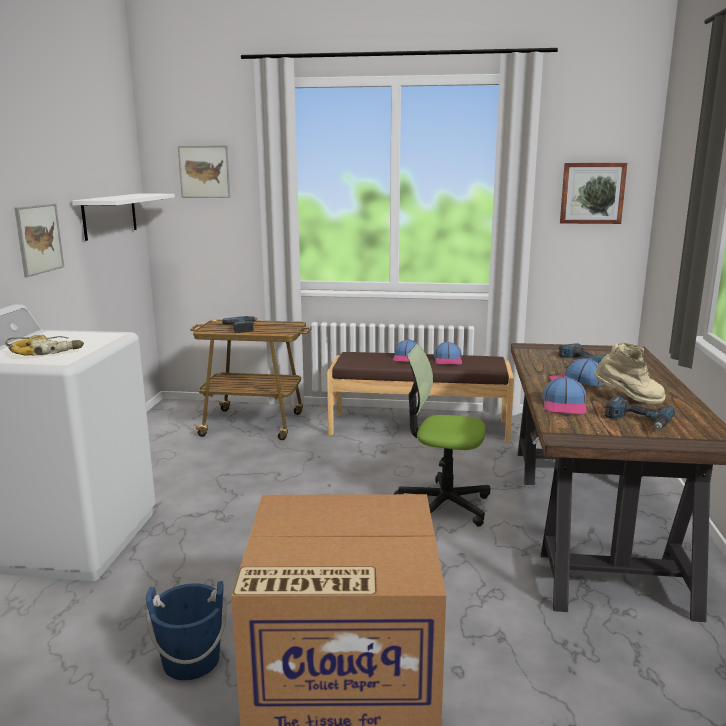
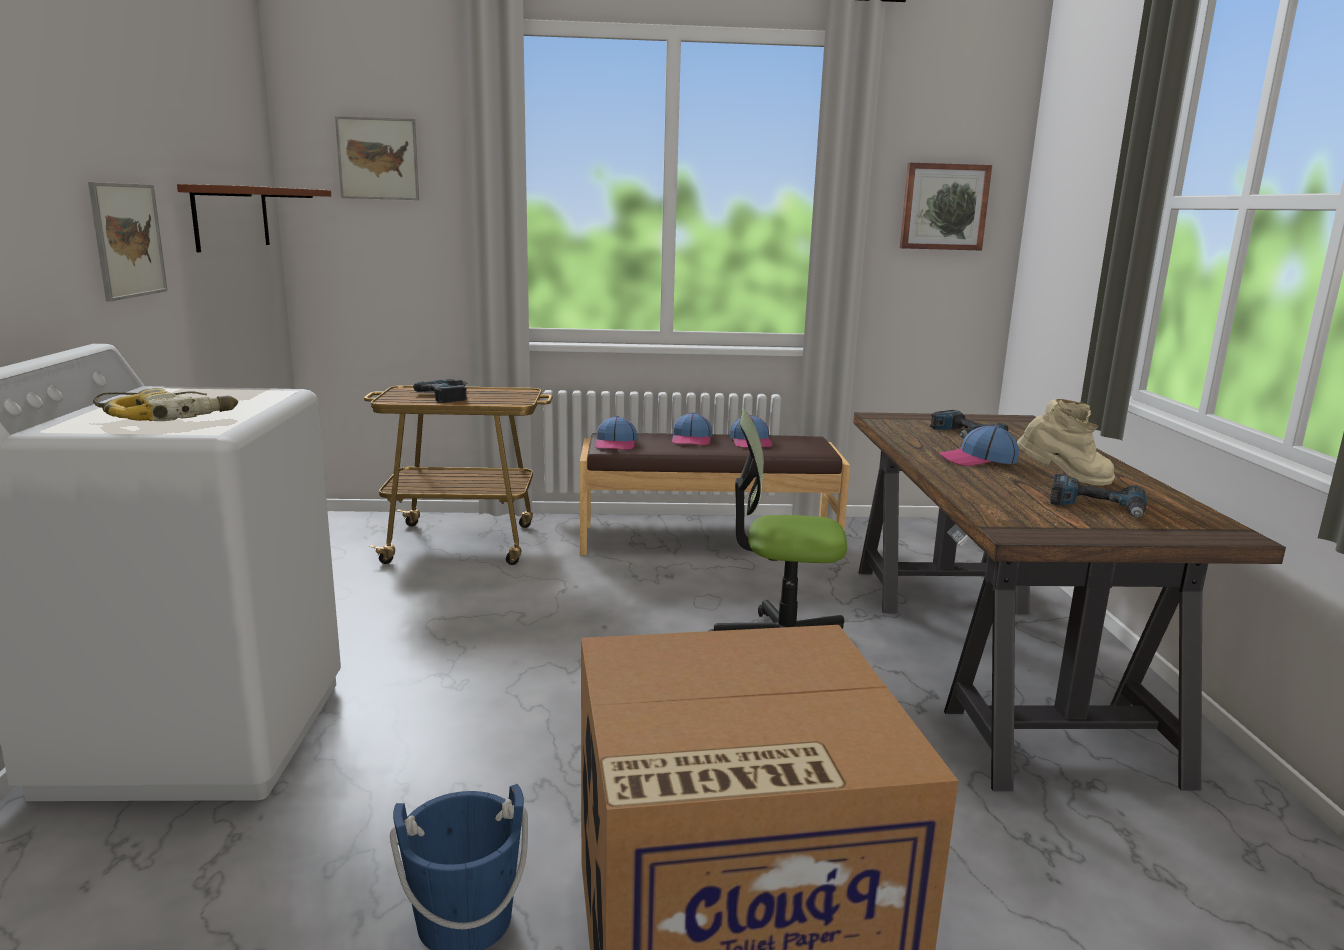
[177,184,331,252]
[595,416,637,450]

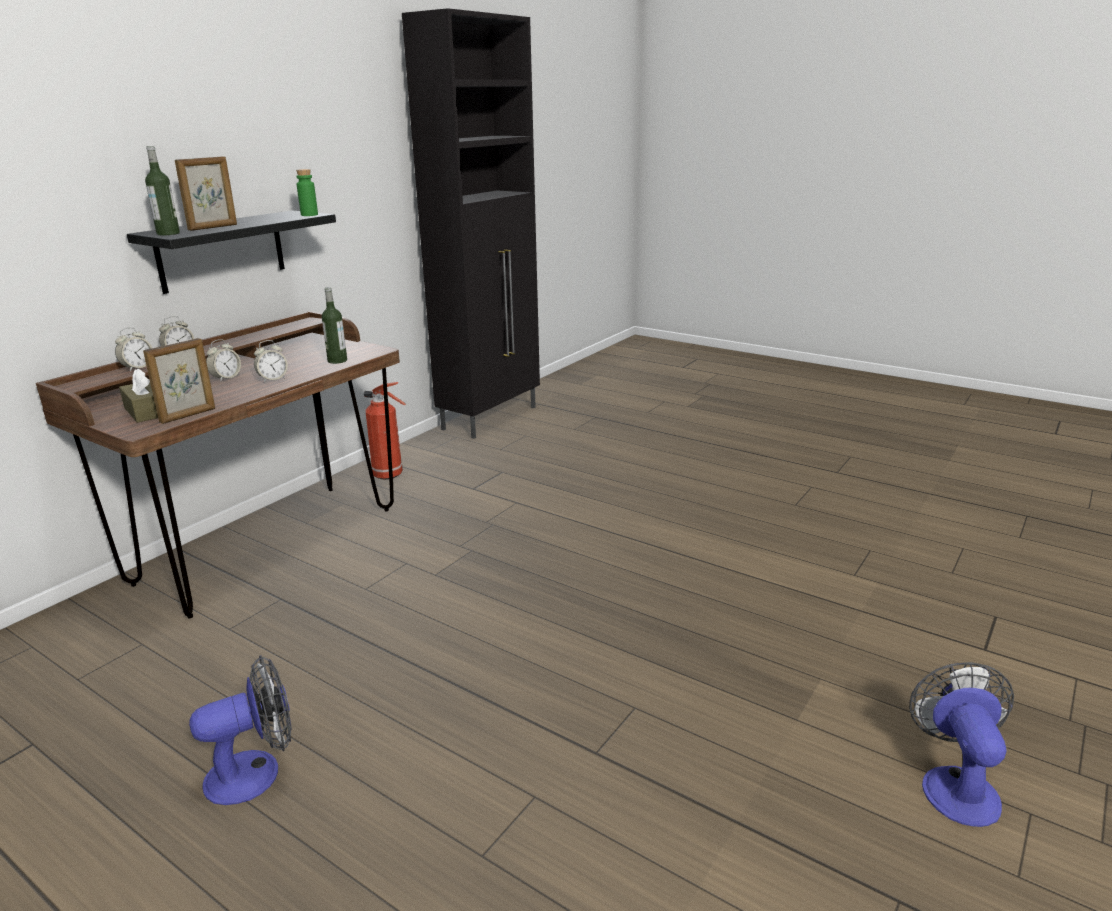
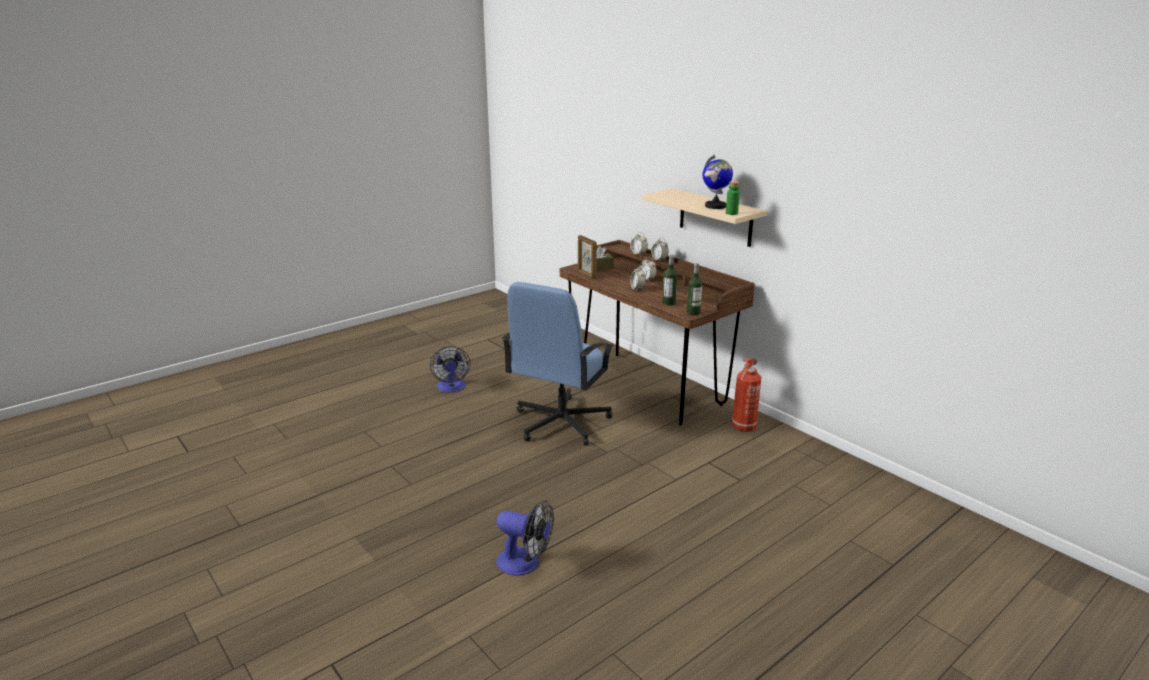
[642,188,767,247]
[687,263,702,315]
[175,156,237,231] (first image)
[402,8,540,439] (first image)
[496,500,554,576]
[502,282,613,445]
[702,154,733,209]

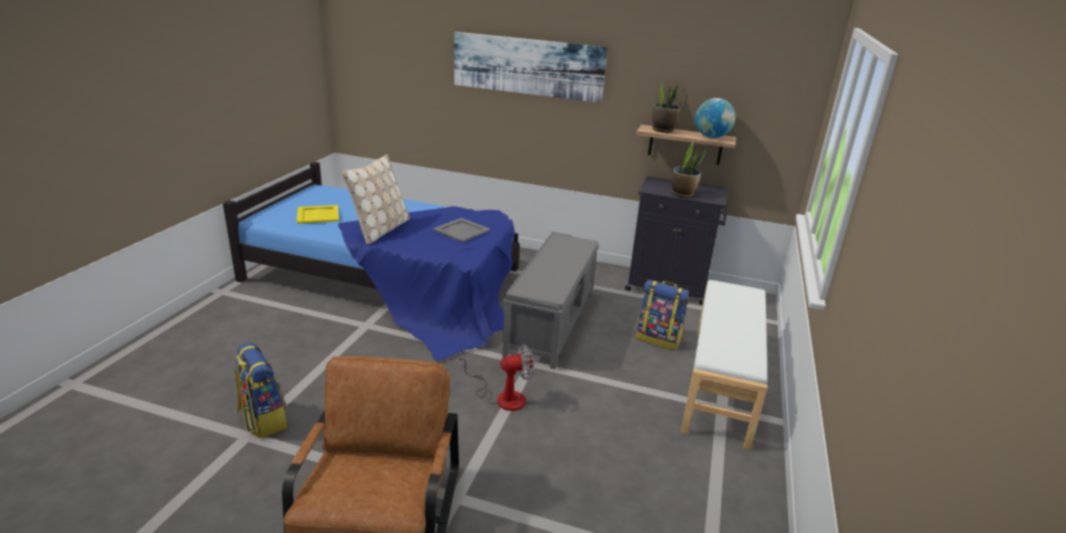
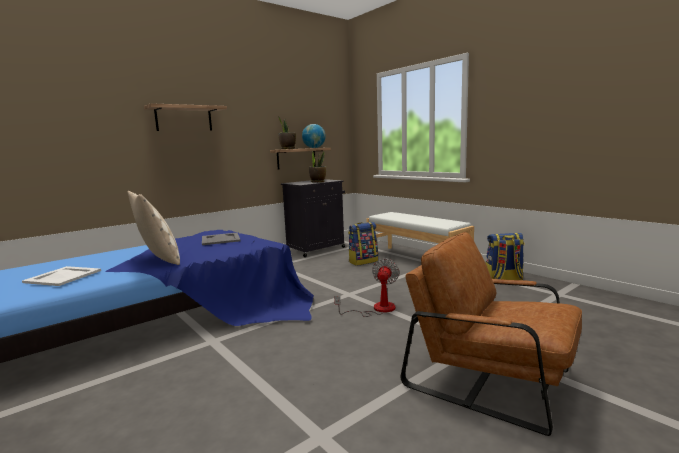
[485,233,524,280]
[22,266,101,286]
[144,103,227,131]
[502,232,599,369] (first image)

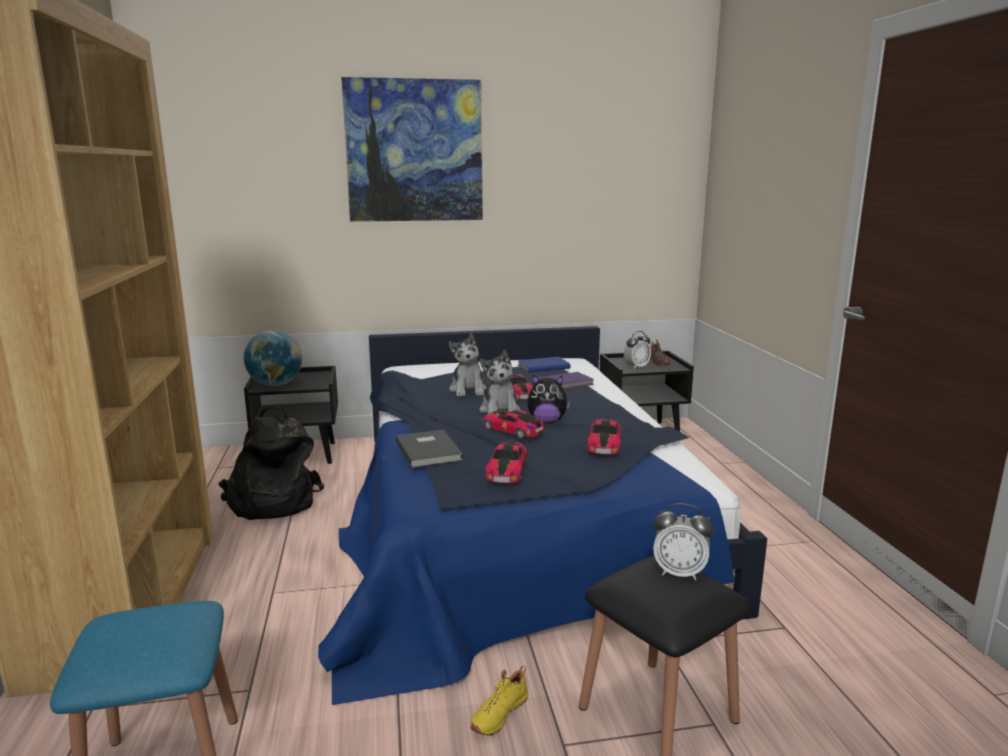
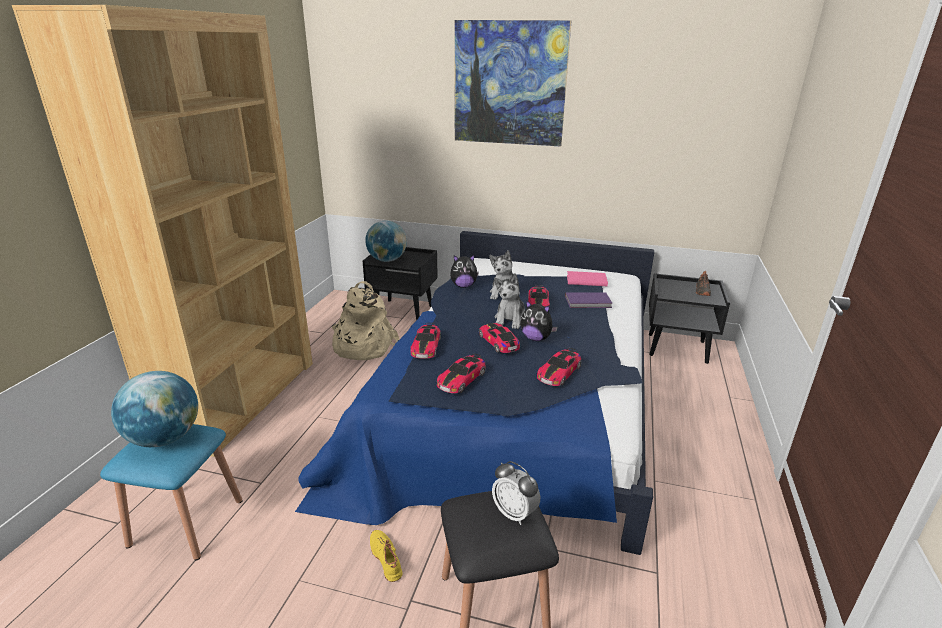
[332,281,400,360]
[410,323,441,359]
[370,530,403,582]
[567,271,608,286]
[624,331,651,370] (first image)
[111,371,198,447]
[450,255,479,288]

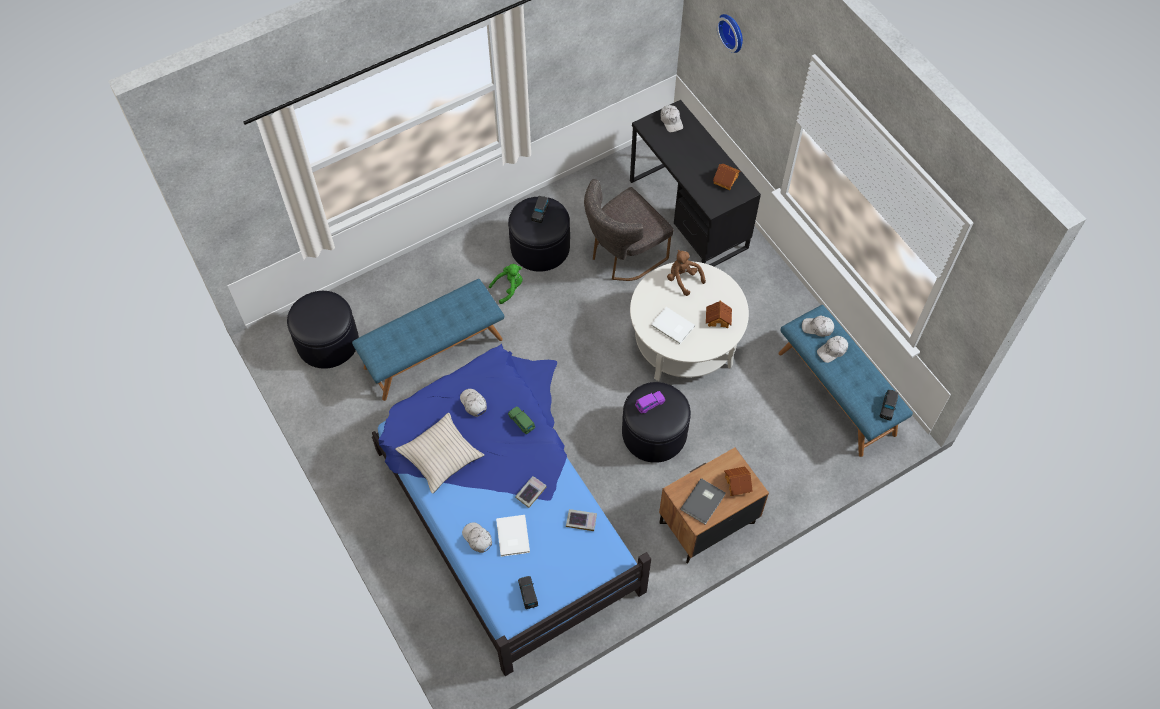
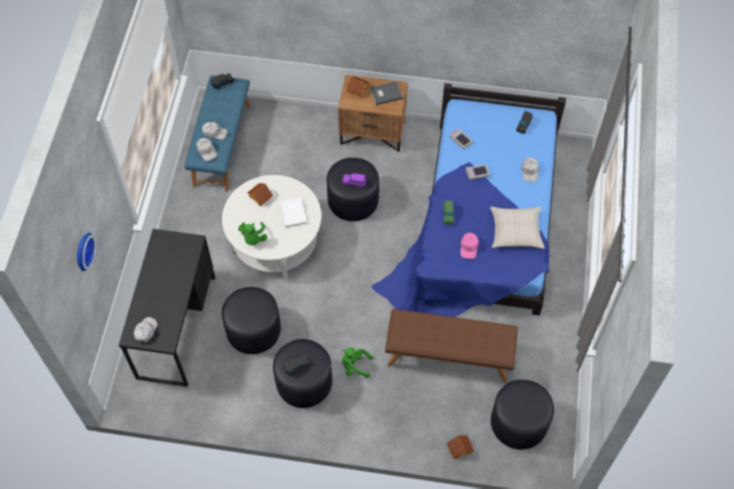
[385,309,518,383]
[460,233,479,259]
[496,515,530,557] (first image)
[222,287,281,354]
[238,222,267,245]
[447,435,474,459]

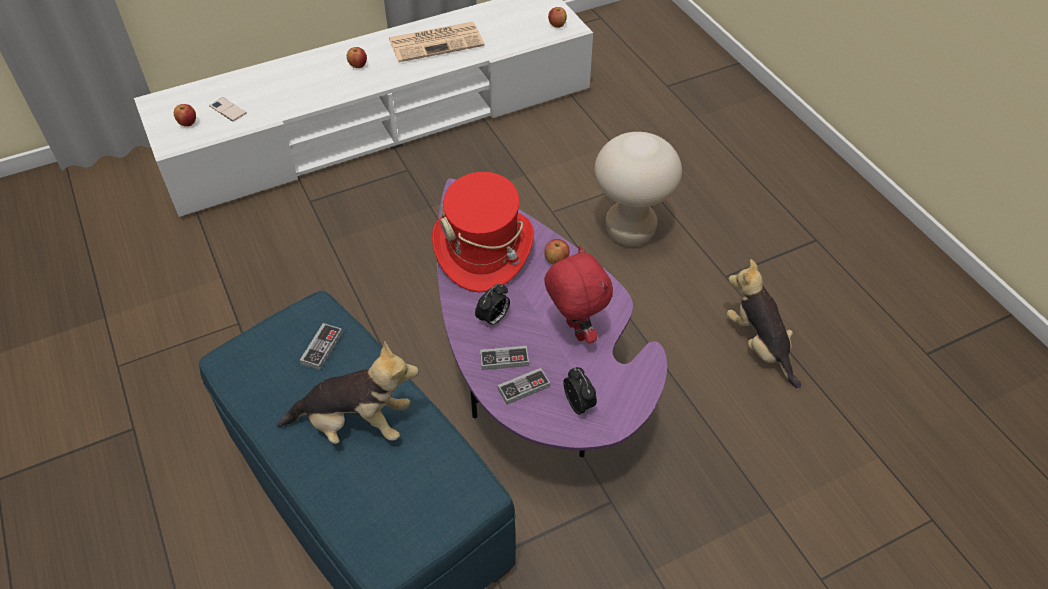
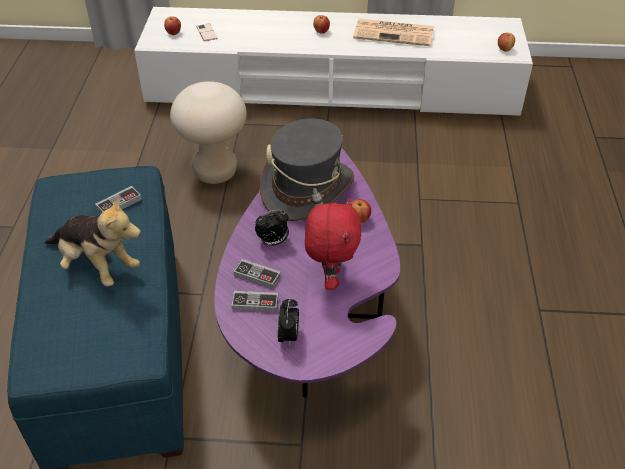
[259,119,354,221]
[170,81,247,184]
[727,259,801,388] (first image)

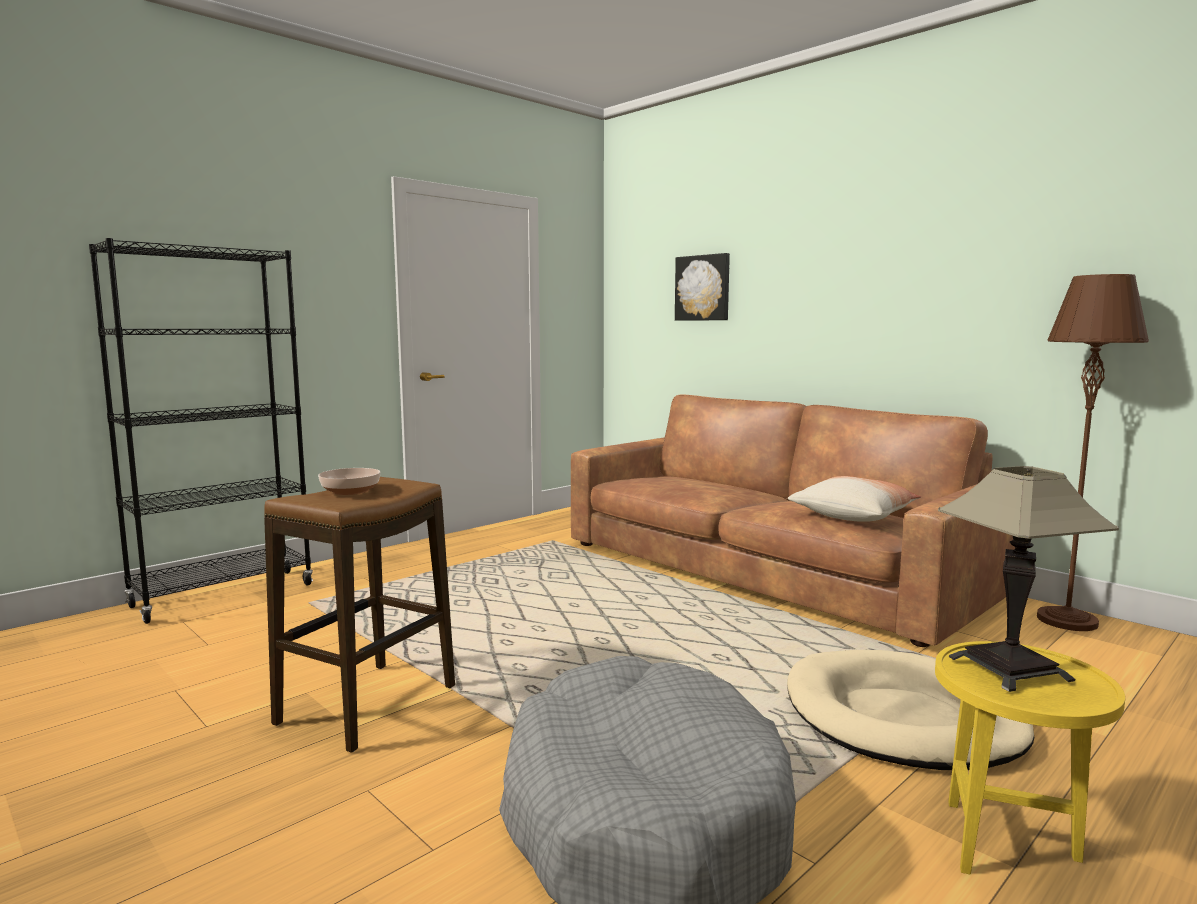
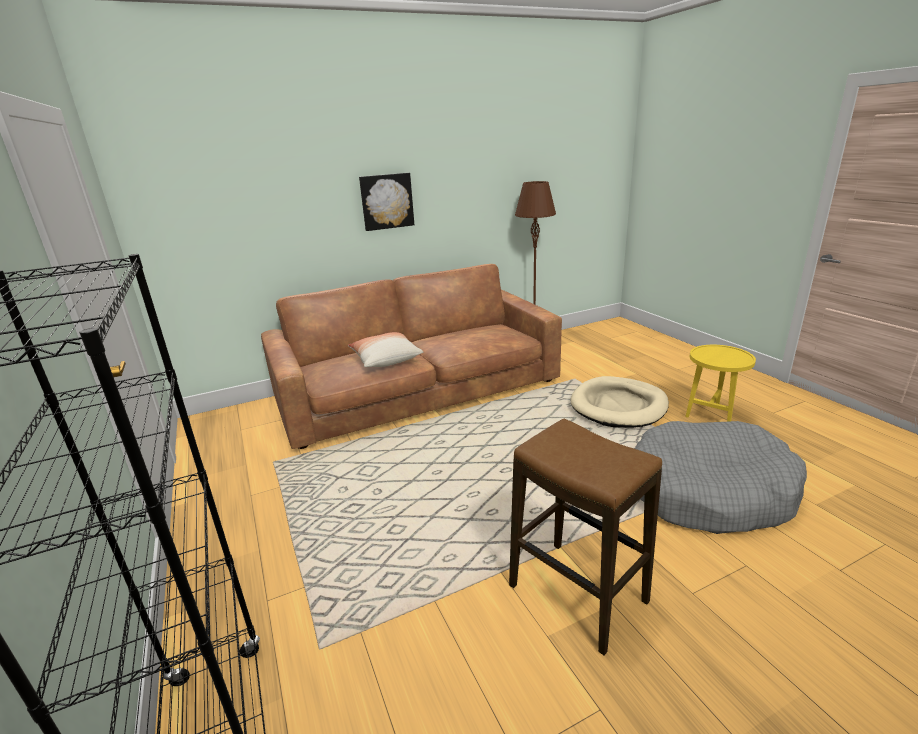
[318,468,380,495] (first image)
[359,173,414,231]
[348,332,423,367]
[938,466,1119,692] (first image)

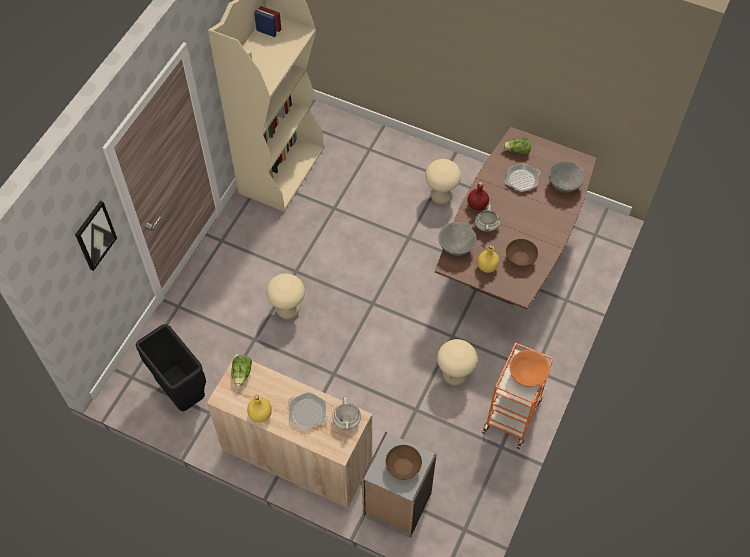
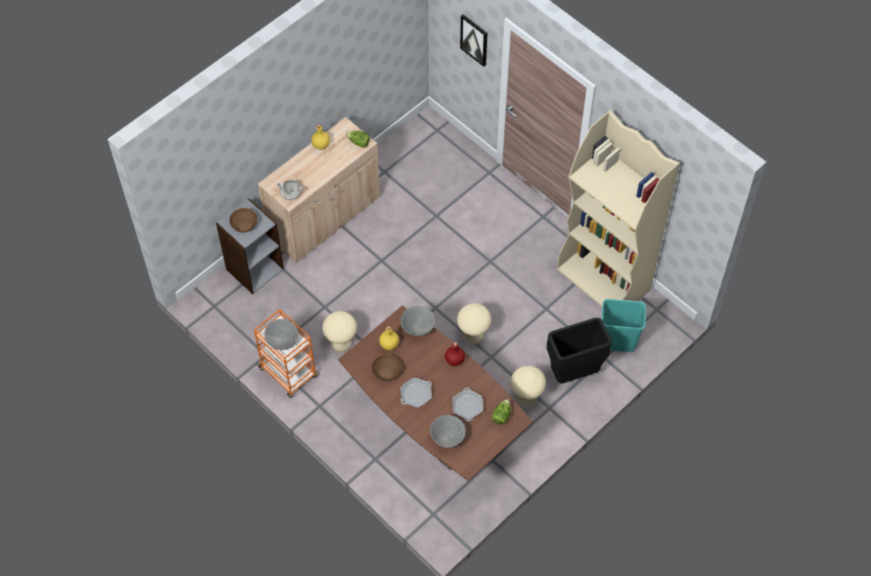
[547,318,612,384]
[457,303,492,345]
[400,378,432,407]
[475,205,500,232] (first image)
[264,319,298,350]
[602,299,646,352]

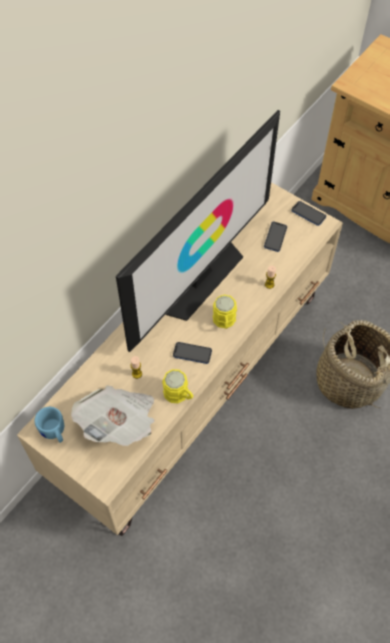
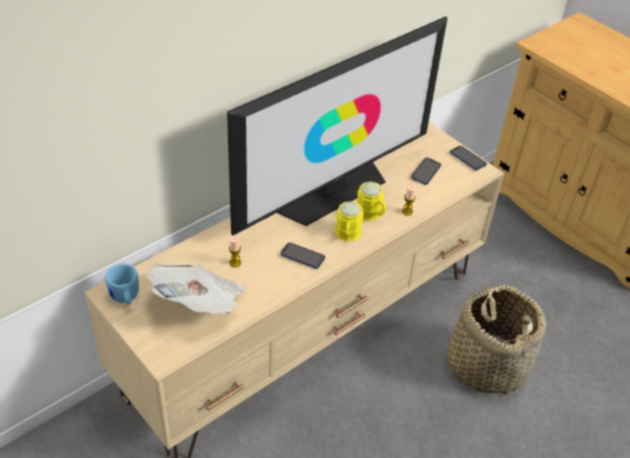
[357,181,387,221]

